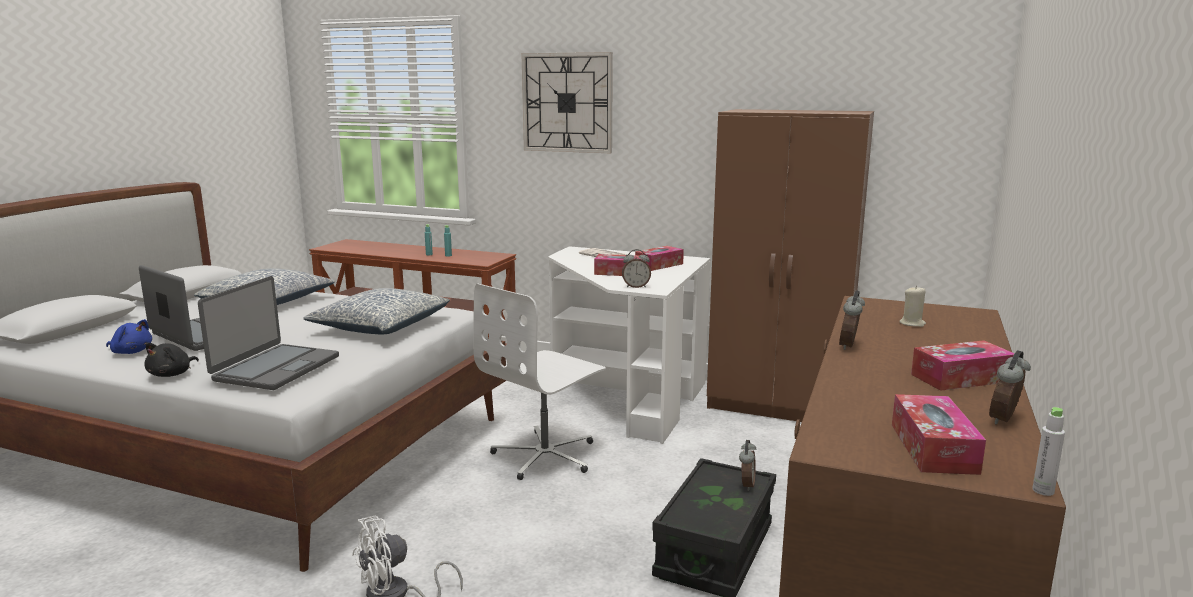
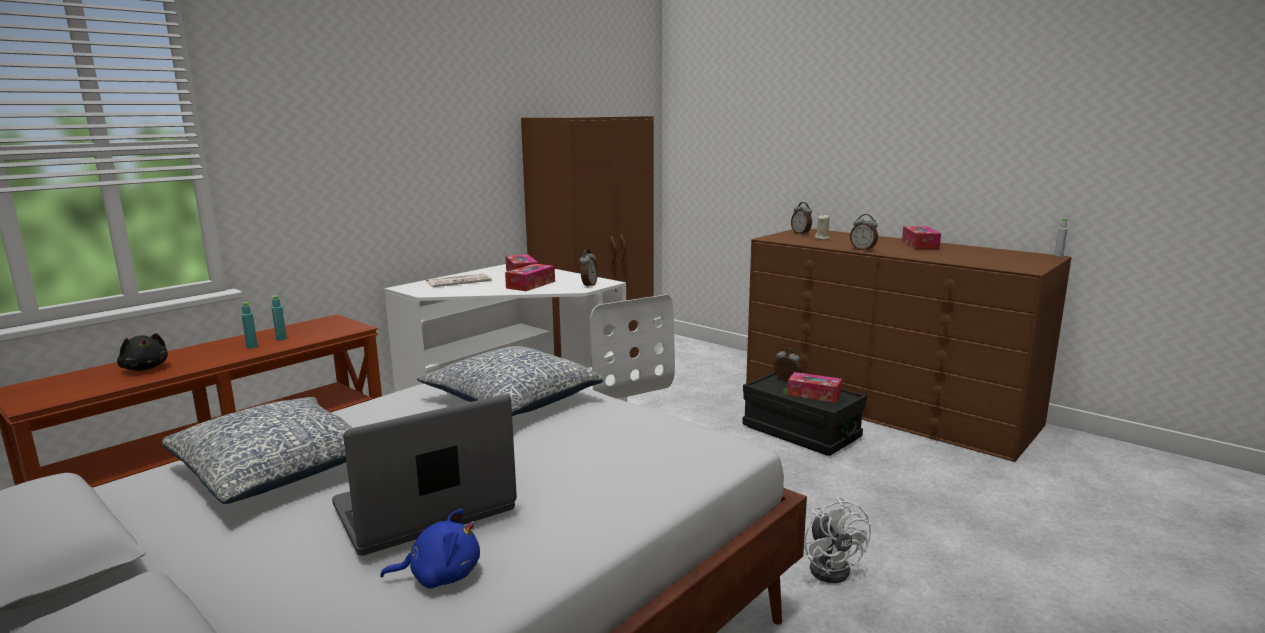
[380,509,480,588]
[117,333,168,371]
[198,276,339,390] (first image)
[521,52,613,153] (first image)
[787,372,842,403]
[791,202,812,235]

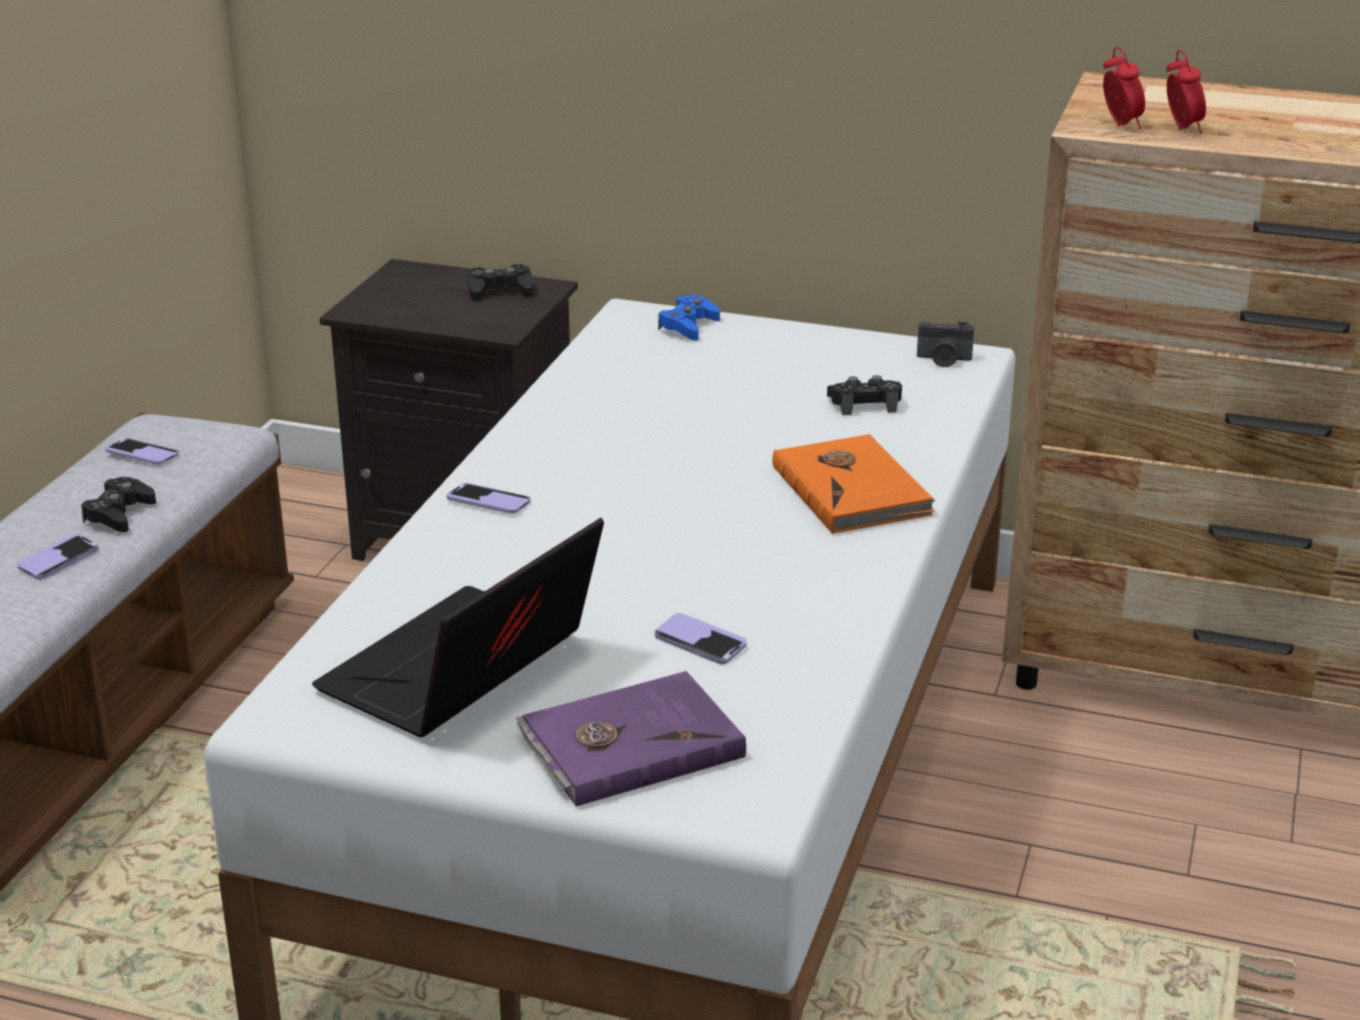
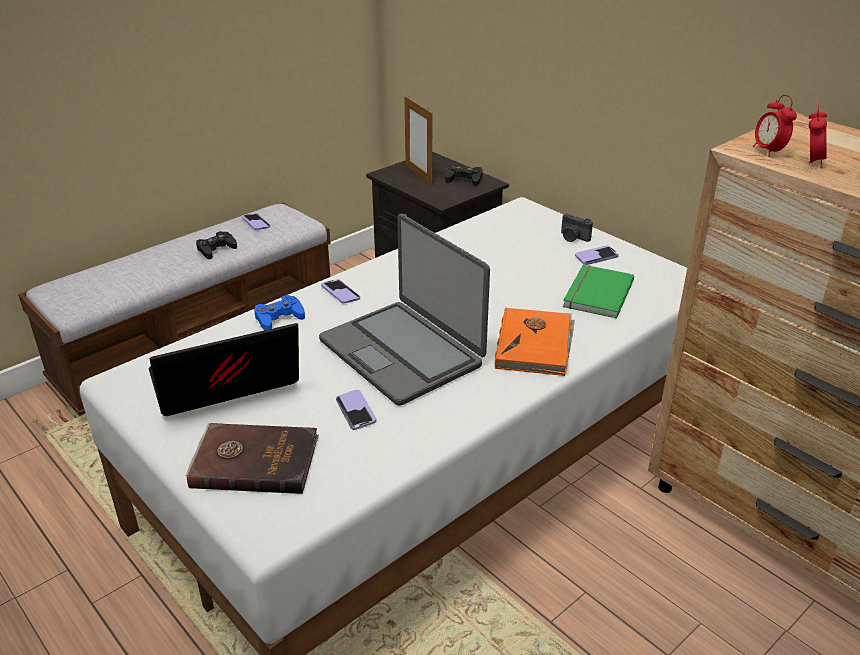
[575,245,619,265]
[186,423,319,494]
[254,295,305,330]
[563,265,634,318]
[561,214,593,242]
[753,95,797,157]
[319,214,490,406]
[404,96,432,185]

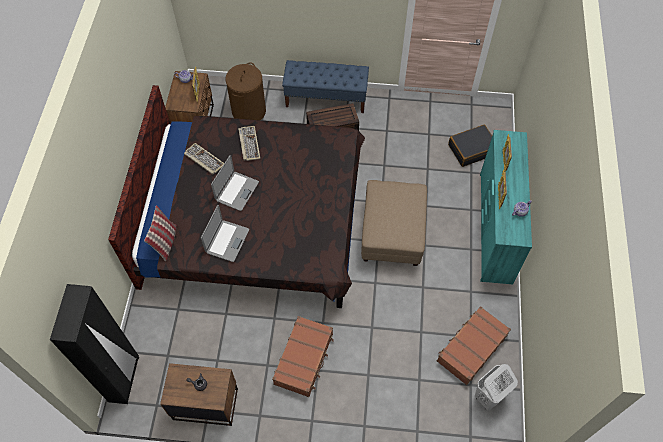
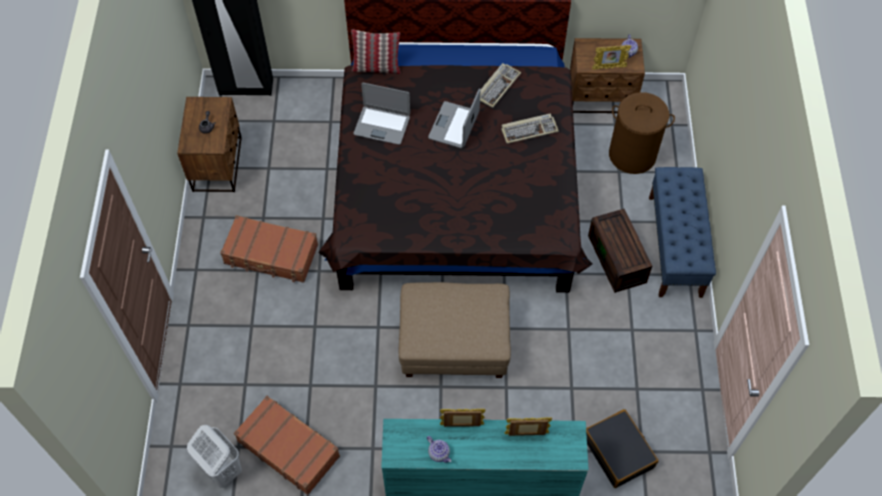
[428,88,481,148]

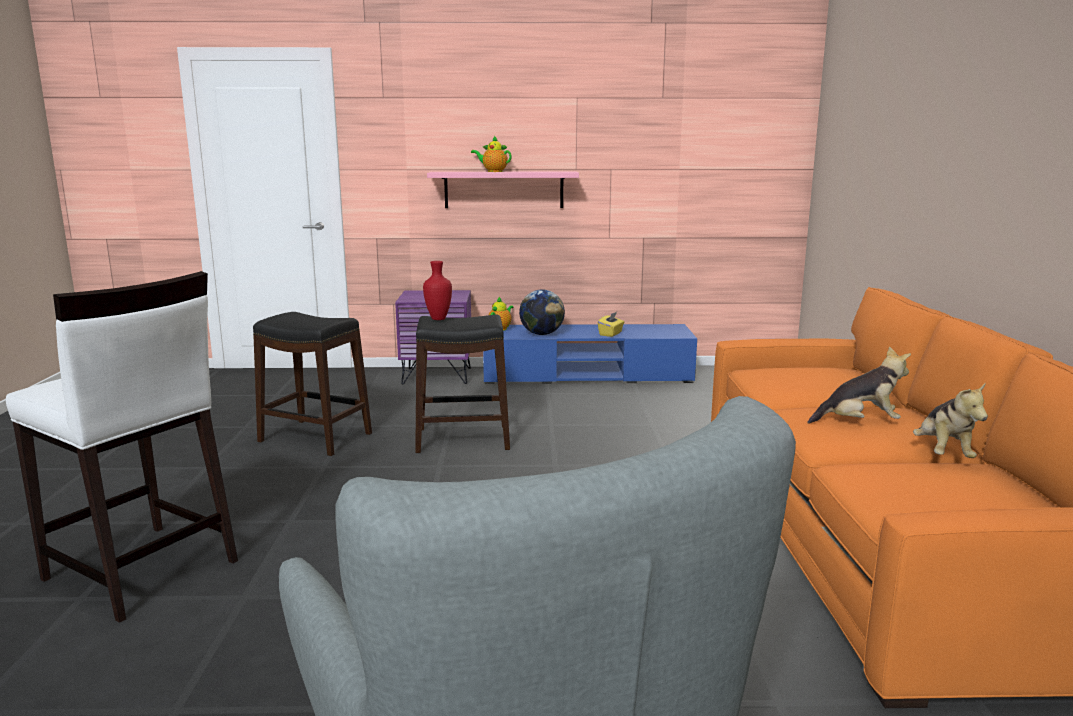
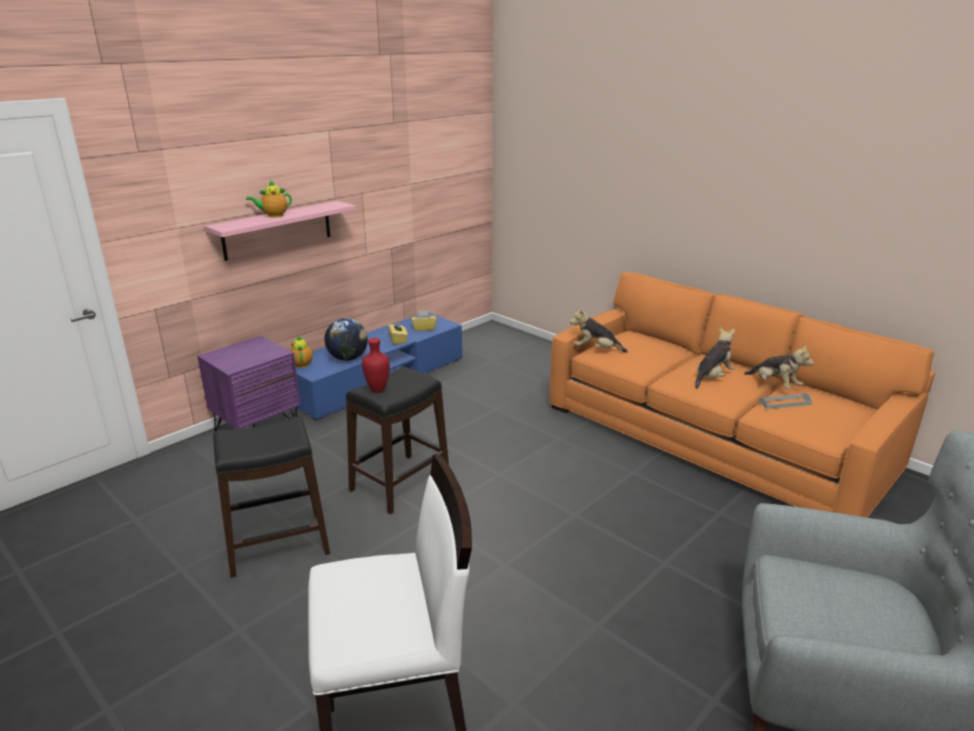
[411,310,437,331]
[570,307,628,353]
[758,393,812,409]

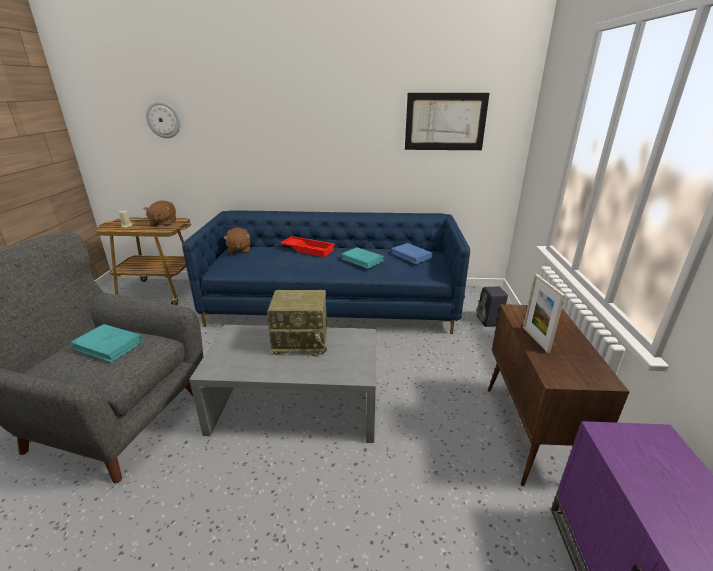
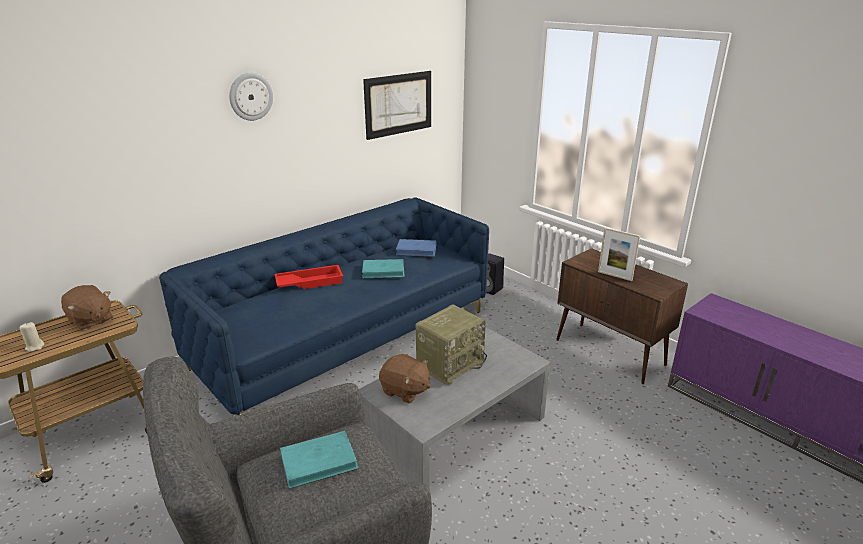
[229,73,273,121]
[379,354,430,403]

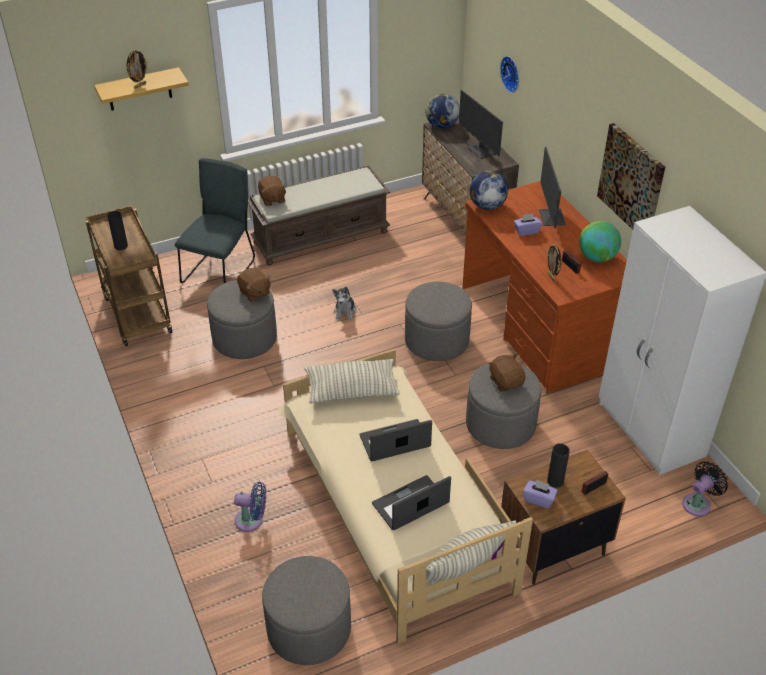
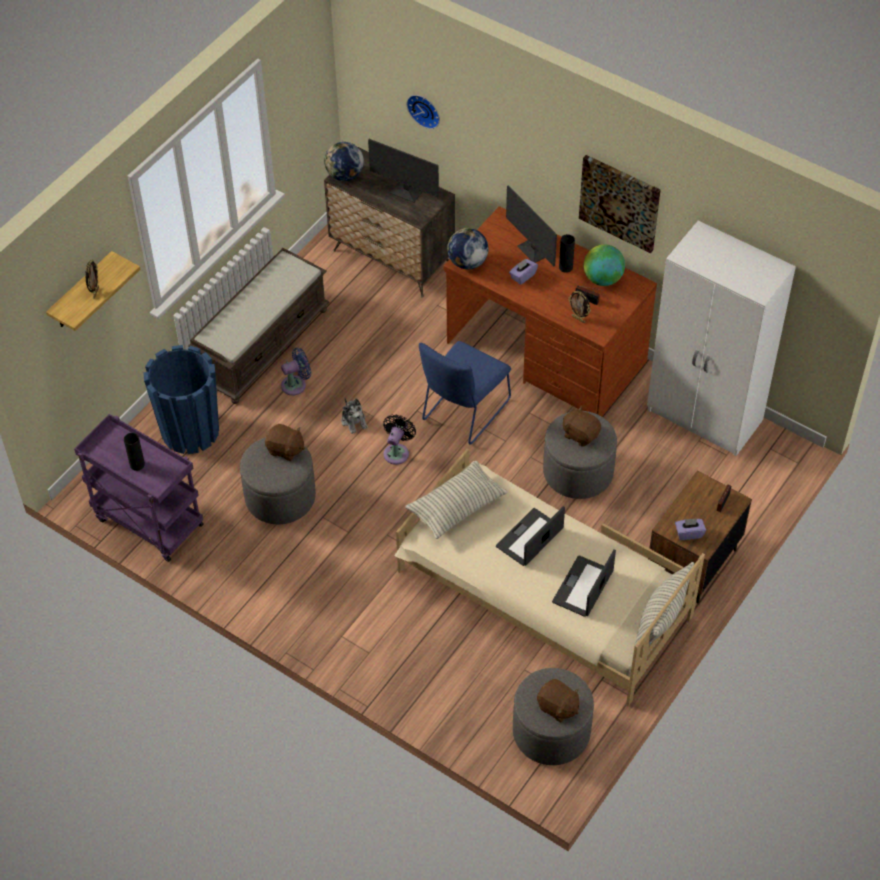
[74,414,204,562]
[143,345,219,454]
[281,348,311,396]
[537,679,579,723]
[419,341,511,444]
[559,234,575,273]
[383,415,416,465]

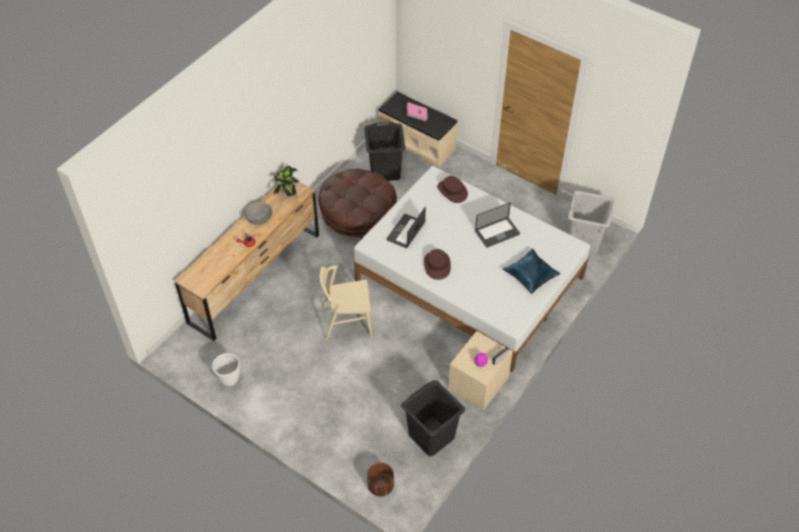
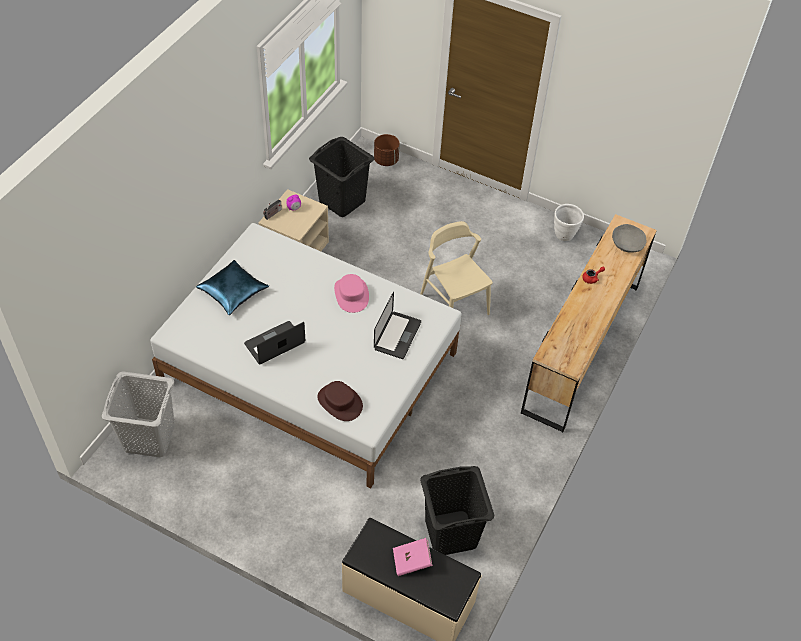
[612,224,646,253]
[274,166,299,197] (first image)
[318,168,397,239] (first image)
[420,221,493,315]
[334,274,369,313]

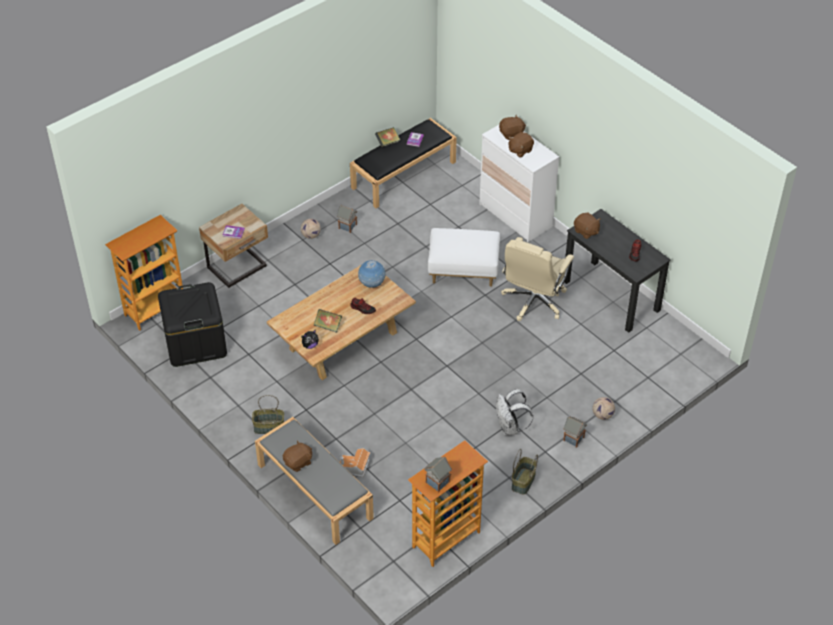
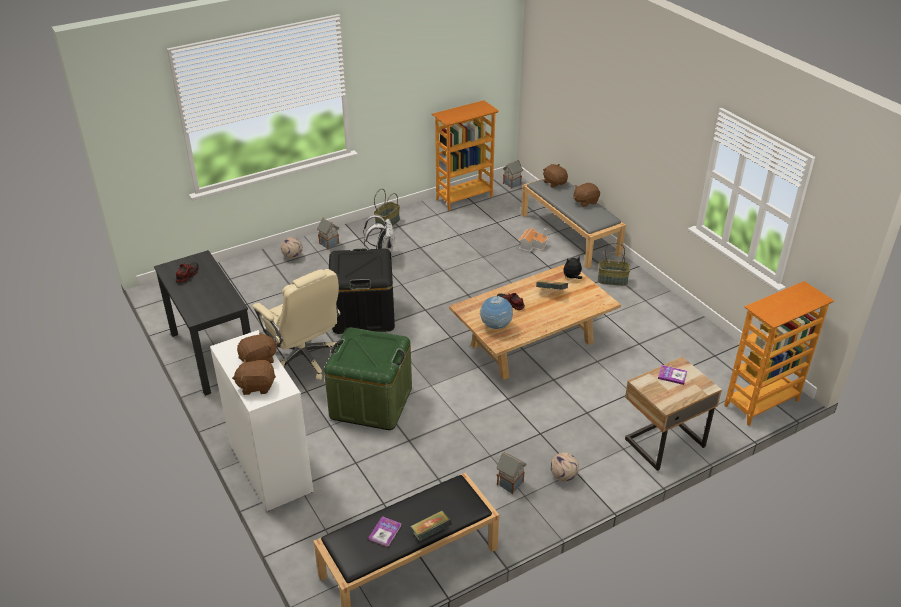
[329,249,395,334]
[503,160,523,189]
[324,327,412,430]
[252,269,340,380]
[543,164,568,188]

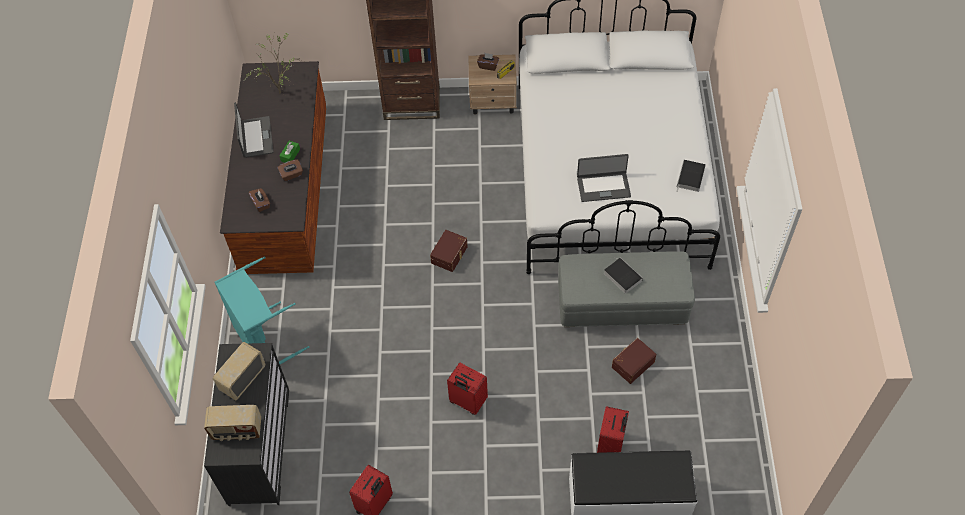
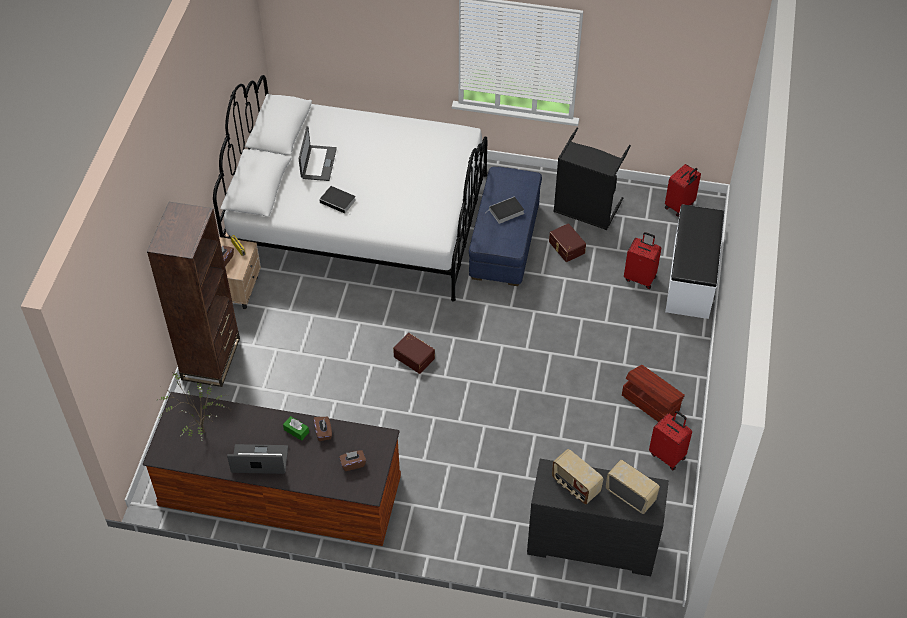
[606,460,660,514]
[215,256,309,364] (first image)
[665,164,701,217]
[469,166,542,286]
[299,126,337,181]
[319,186,356,214]
[553,127,631,230]
[622,365,685,422]

